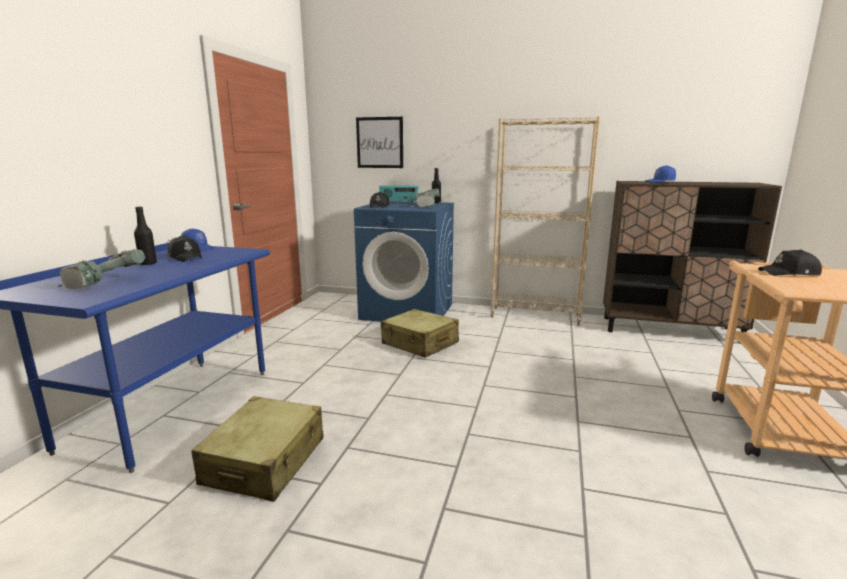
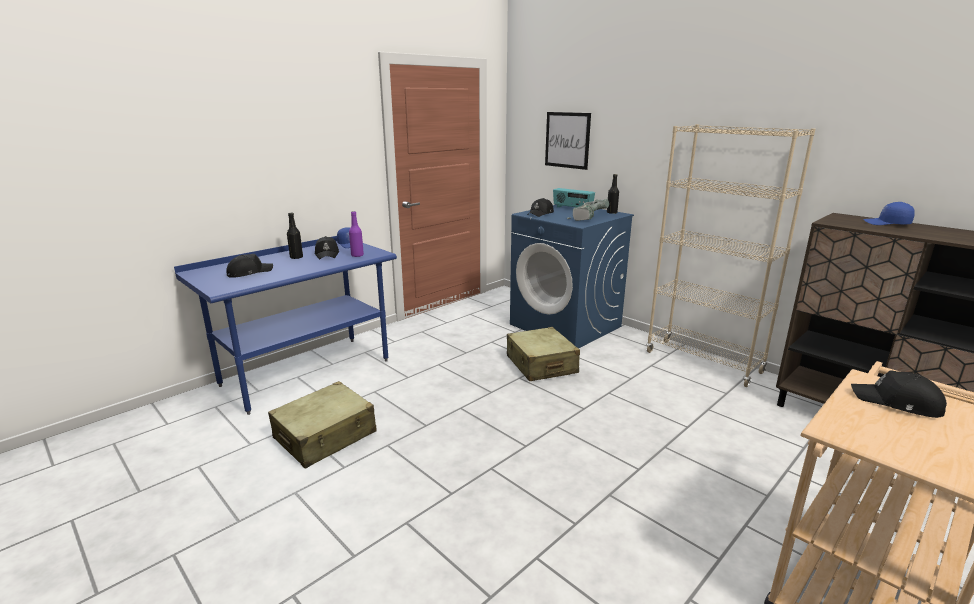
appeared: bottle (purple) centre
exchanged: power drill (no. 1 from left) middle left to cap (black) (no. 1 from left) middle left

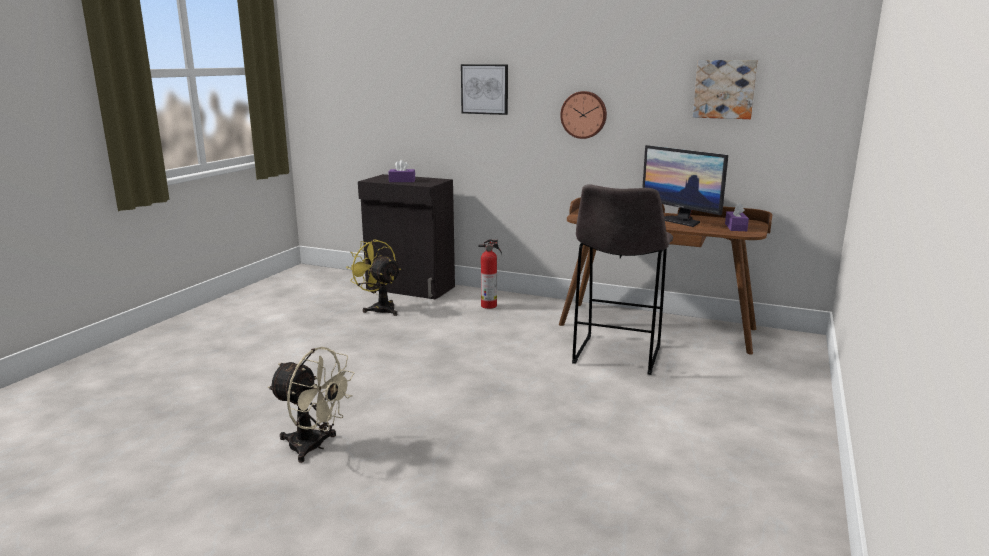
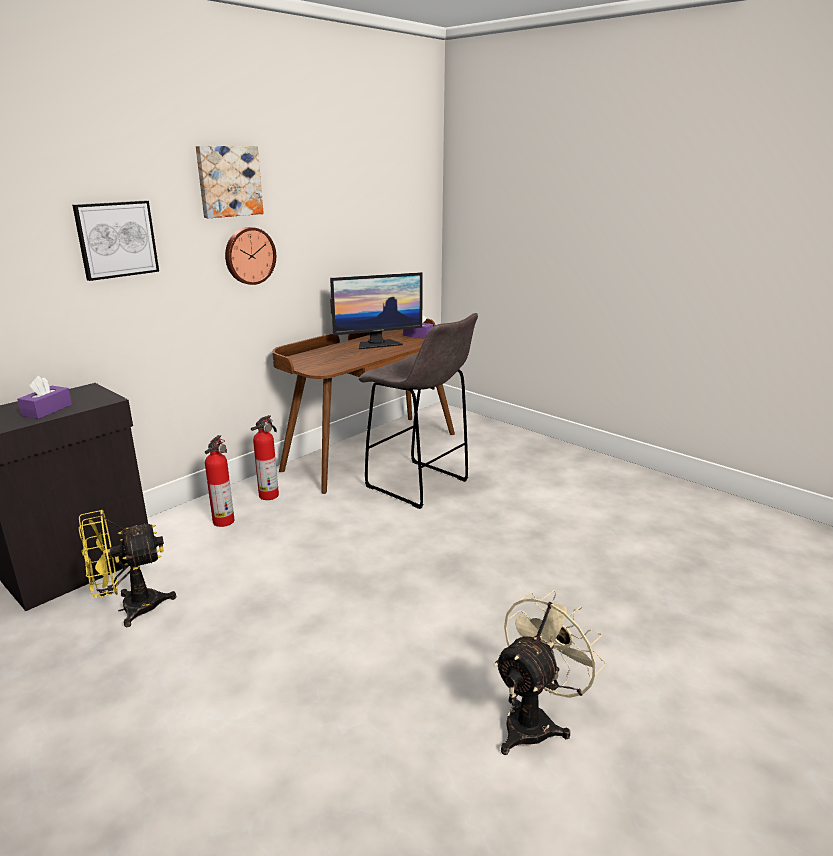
appeared: fire extinguisher (no. 2 from left) middle left
relocated: picture (no. 2 from left) top right to top left

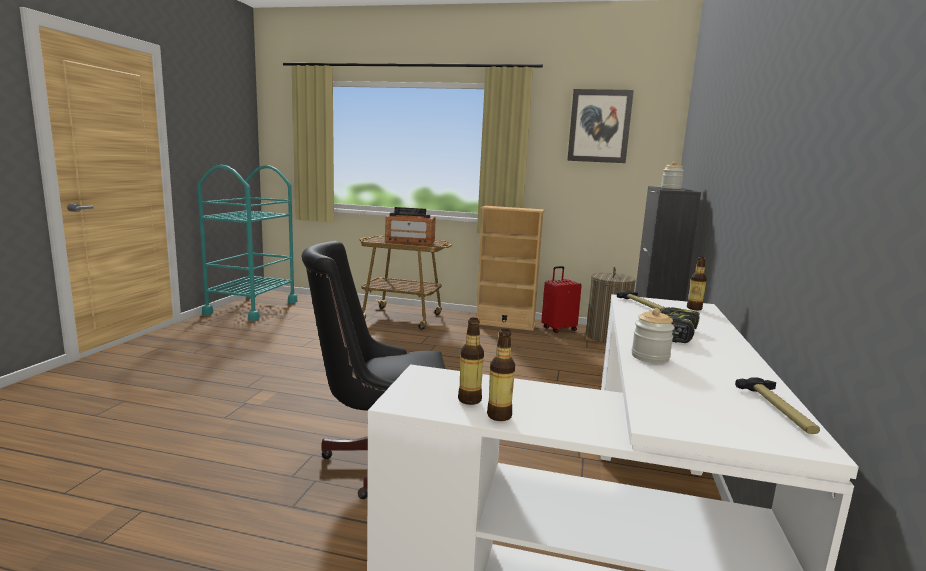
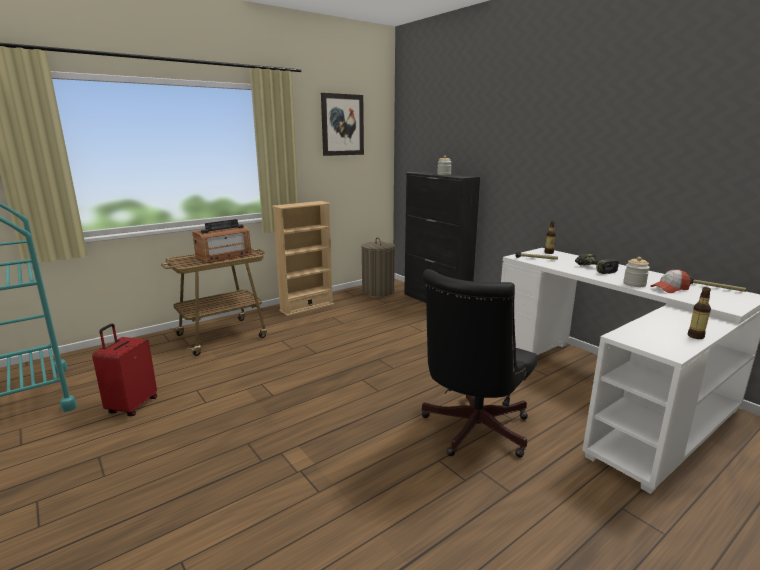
missing: bottle (no. 1 from left) centre
appeared: cap middle right
relocated: suitcase (red) centre to middle left

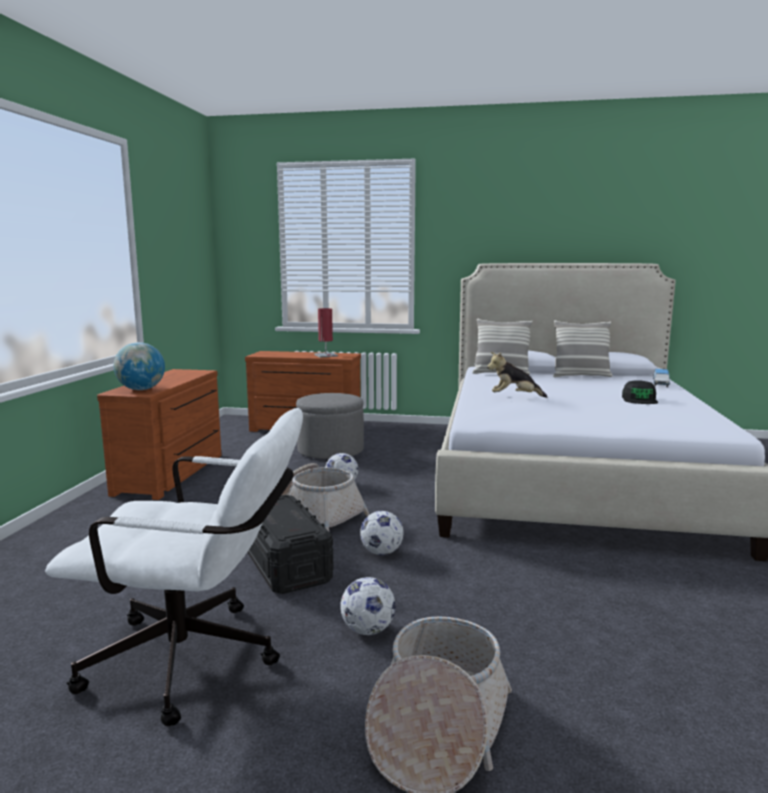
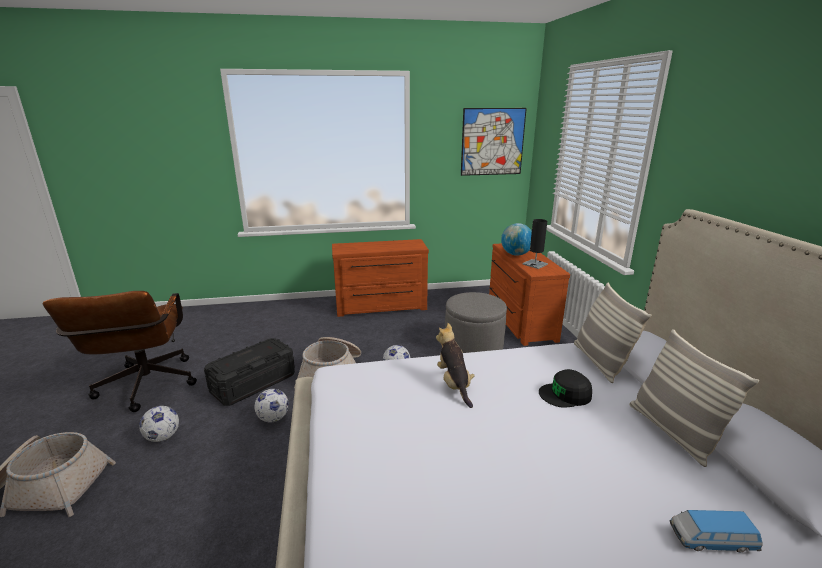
appeared: picture top centre
relocated: globe middle left to centre; cap (black) middle right to bottom right
colour: office chair (white) bottom left to office chair (brown) middle left; table lamp (red) centre to table lamp (black) centre

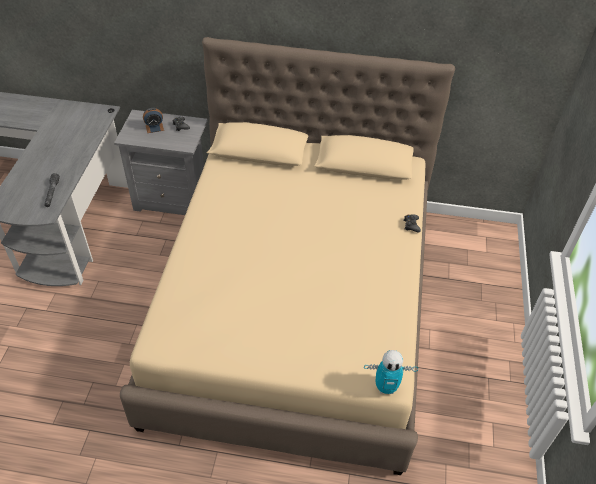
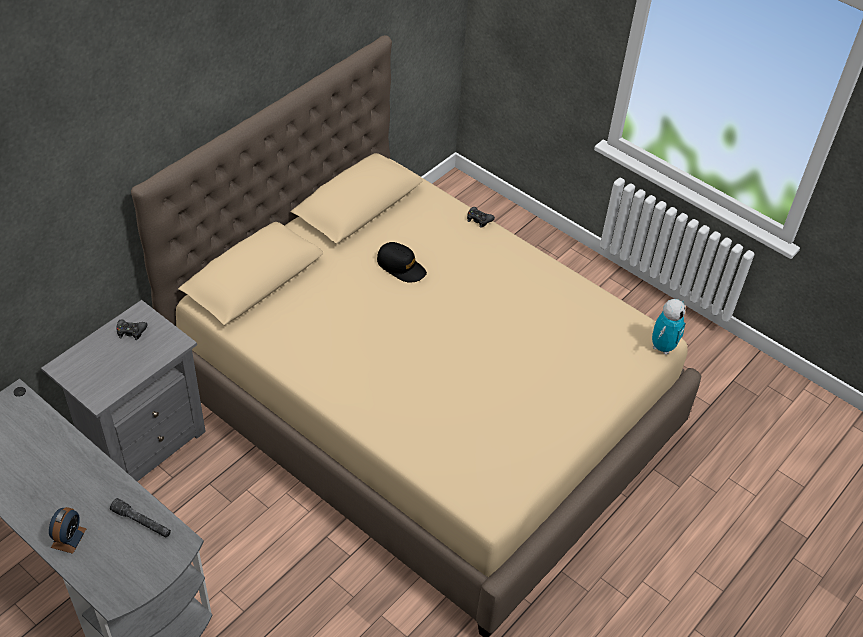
appeared: cap (black) centre
relocated: alarm clock top left to bottom left

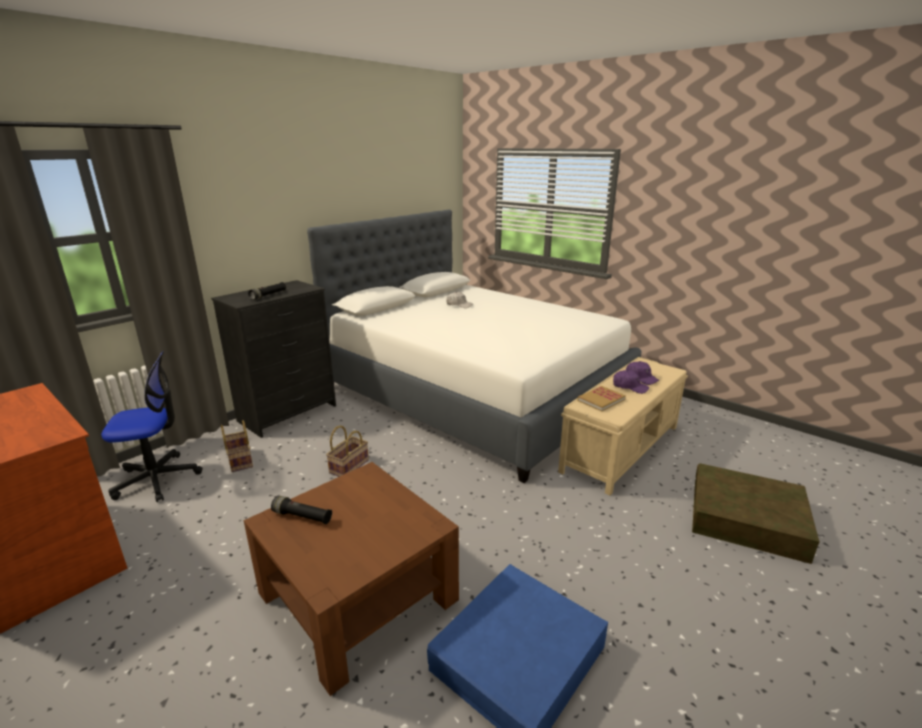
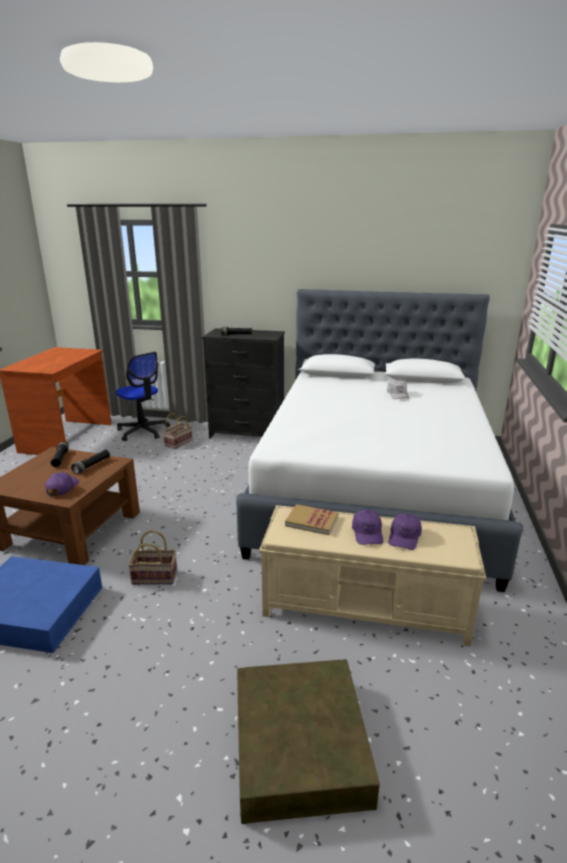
appeared: cap (purple) (no. 1 from left) middle left; flashlight (black) (no. 2 from left) middle left
relocated: basket (no. 2 from left in the first image) centre to basket (no. 1 from left) middle left

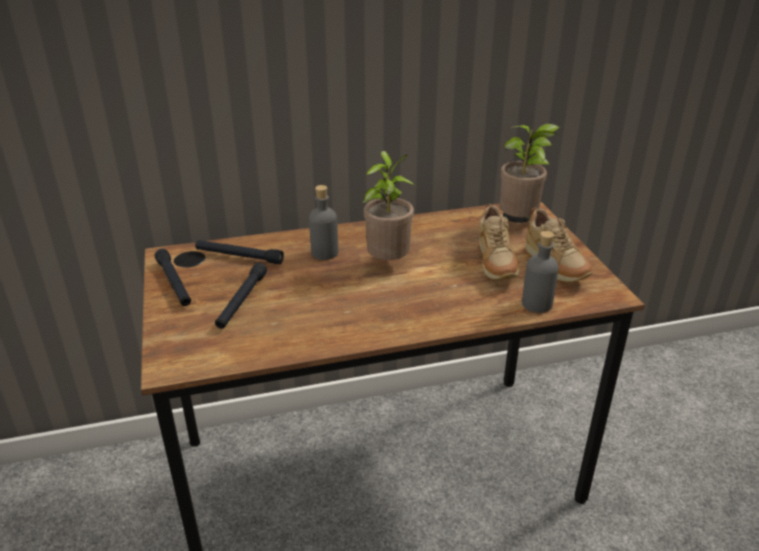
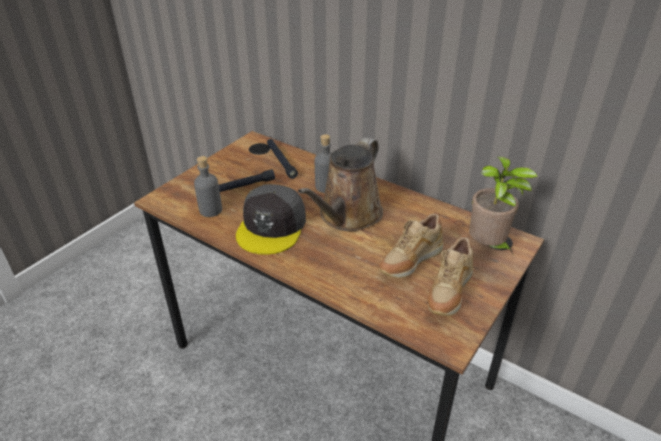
missing: flashlight (black) (no. 1 from left) middle left
appeared: cap (grey) centre
relocated: bottle (grey) (no. 2 from left in the first image) middle right to bottle (grey) (no. 1 from left) middle left
exchanged: potted plant (no. 1 from left) centre to watering can (brown) centre

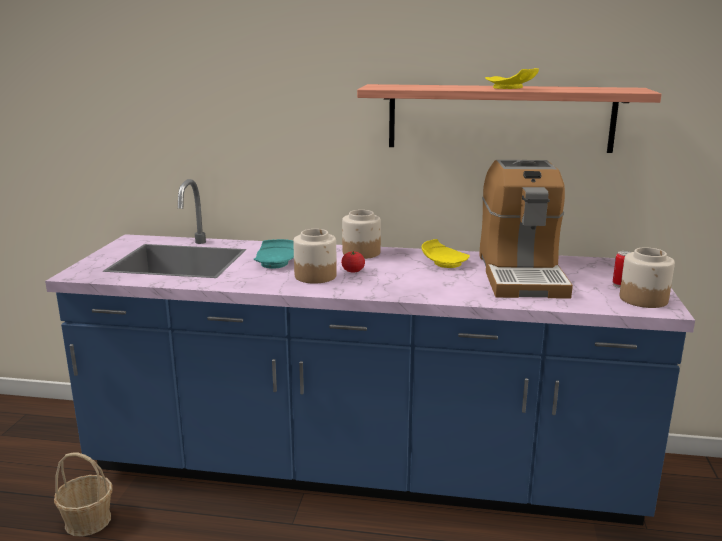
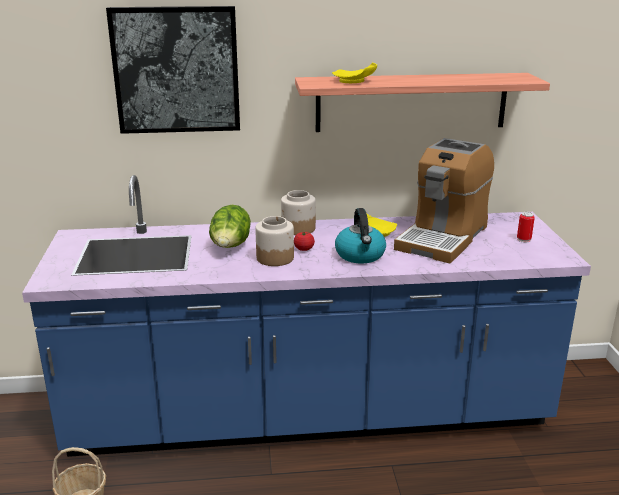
missing: jar (no. 3 from left) middle right
appeared: picture top left; kettle centre
relocated: plate (yellow) (no. 2 from left in the first image) top right to plate (yellow) (no. 1 from left) top centre
exchanged: plate (turquoise) centre to lettuce centre
spun: coffee machine middle right = middle right 45 degrees clockwise

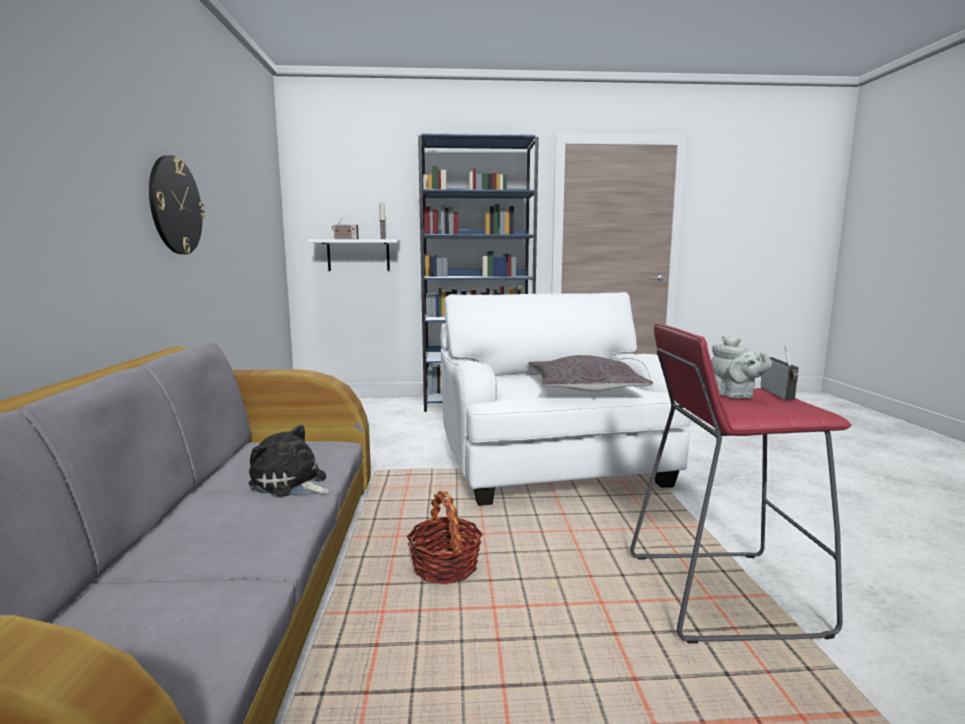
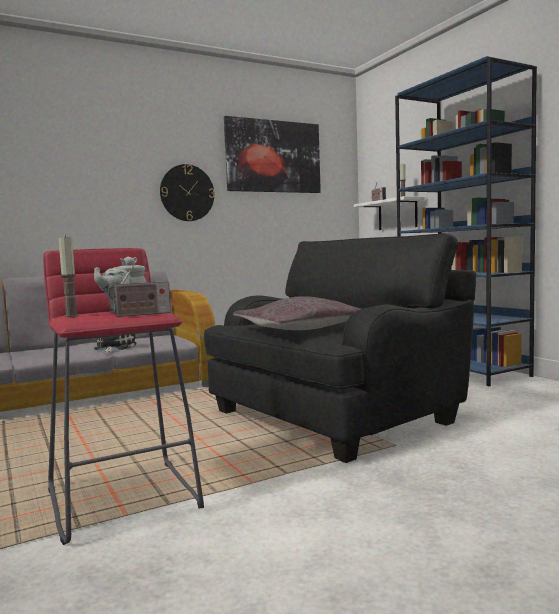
missing: basket bottom centre
appeared: candle (no. 1 from left) middle left; picture top centre
colour: armchair (white) centre to armchair (black) centre

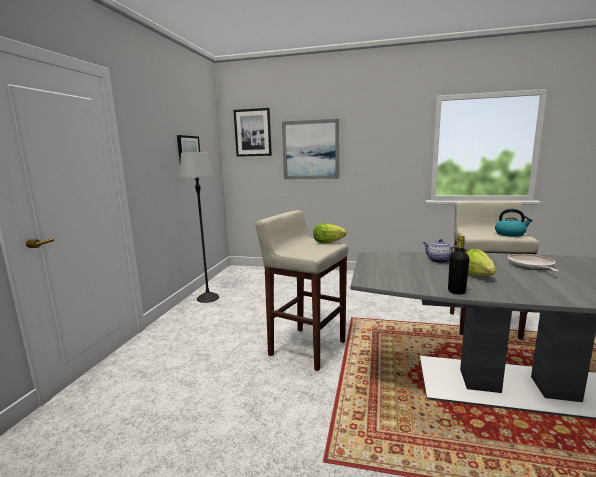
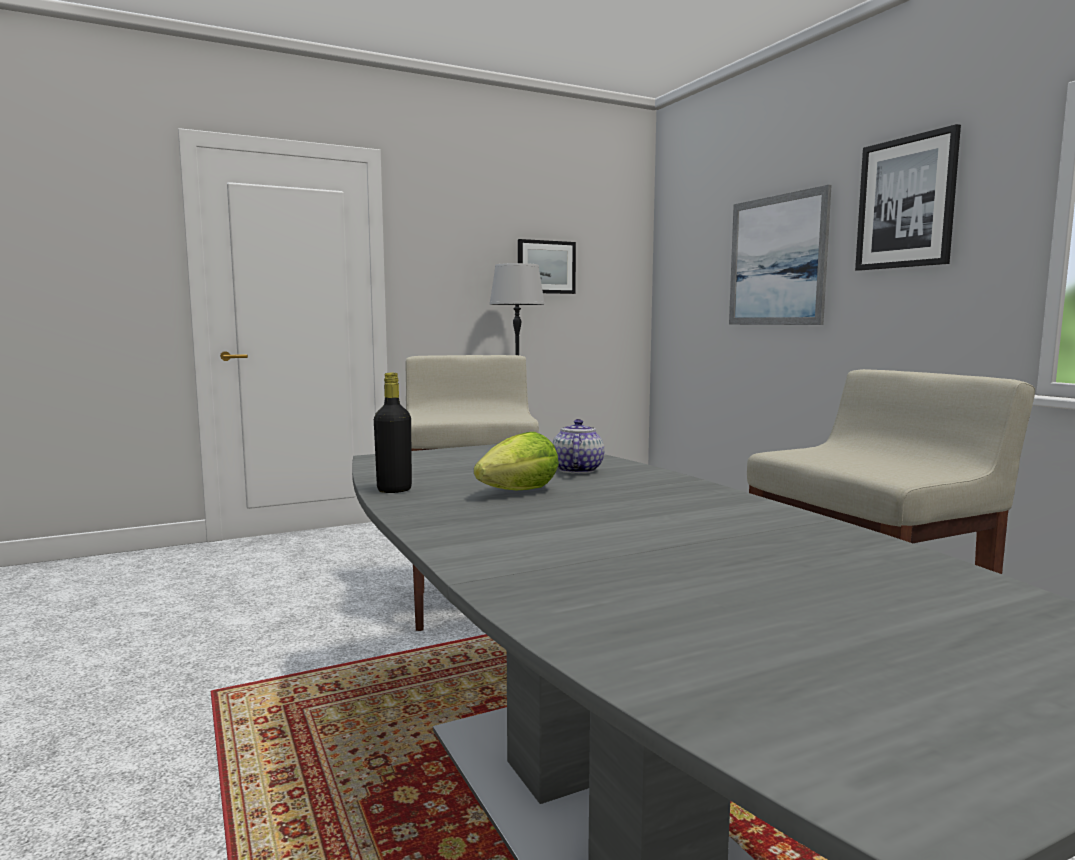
missing: lettuce (no. 1 from left) centre; kettle middle right; frying pan middle right
relocated: picture (no. 2 from left in the first image) top centre to picture (no. 3 from left) top right

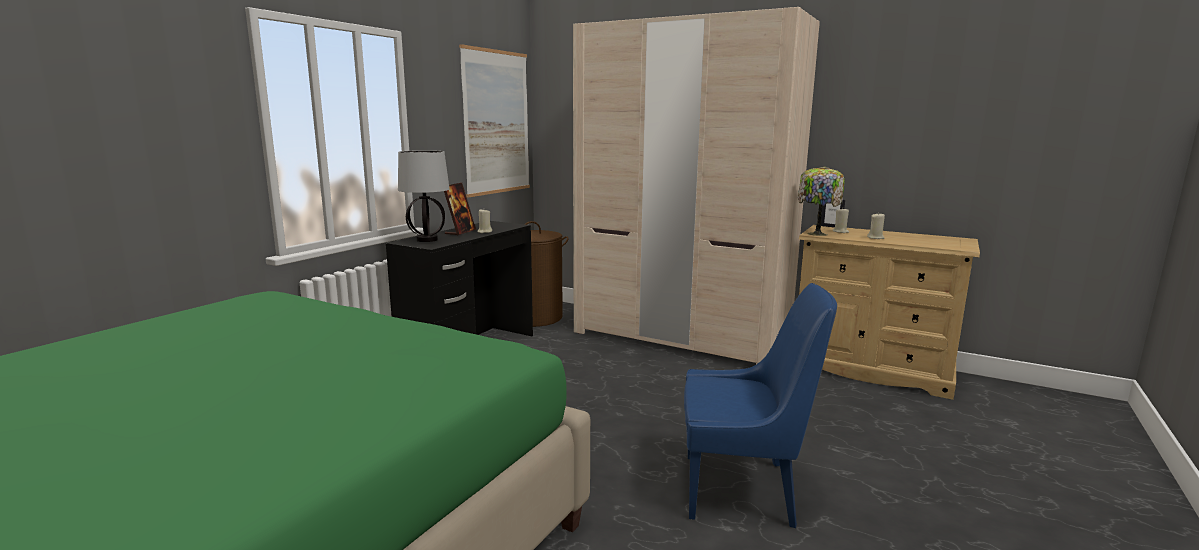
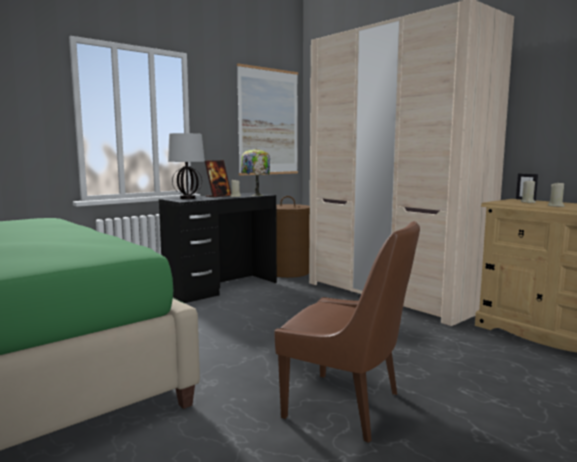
relocated: table lamp (no. 2 from left) middle right to centre
colour: chair (blue) bottom centre to chair (brown) bottom centre

